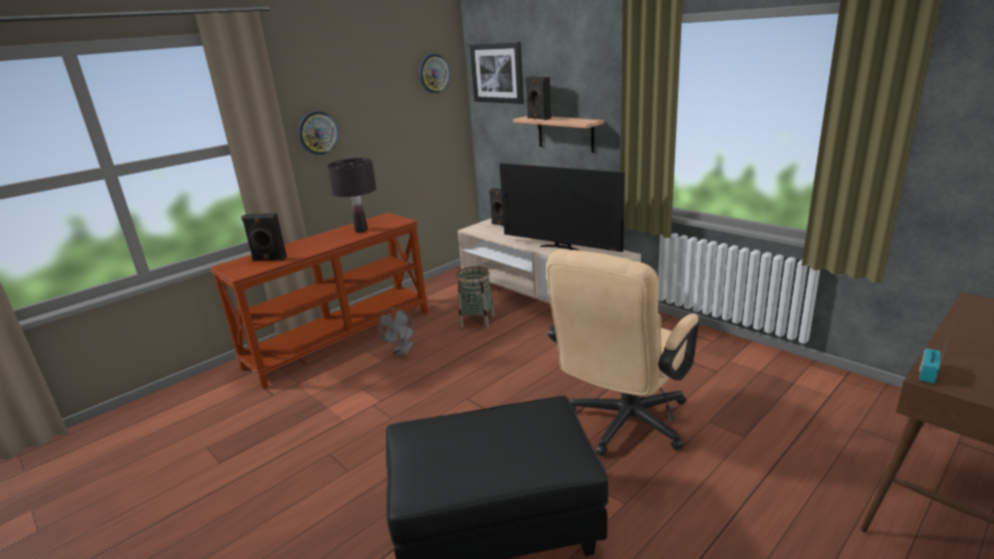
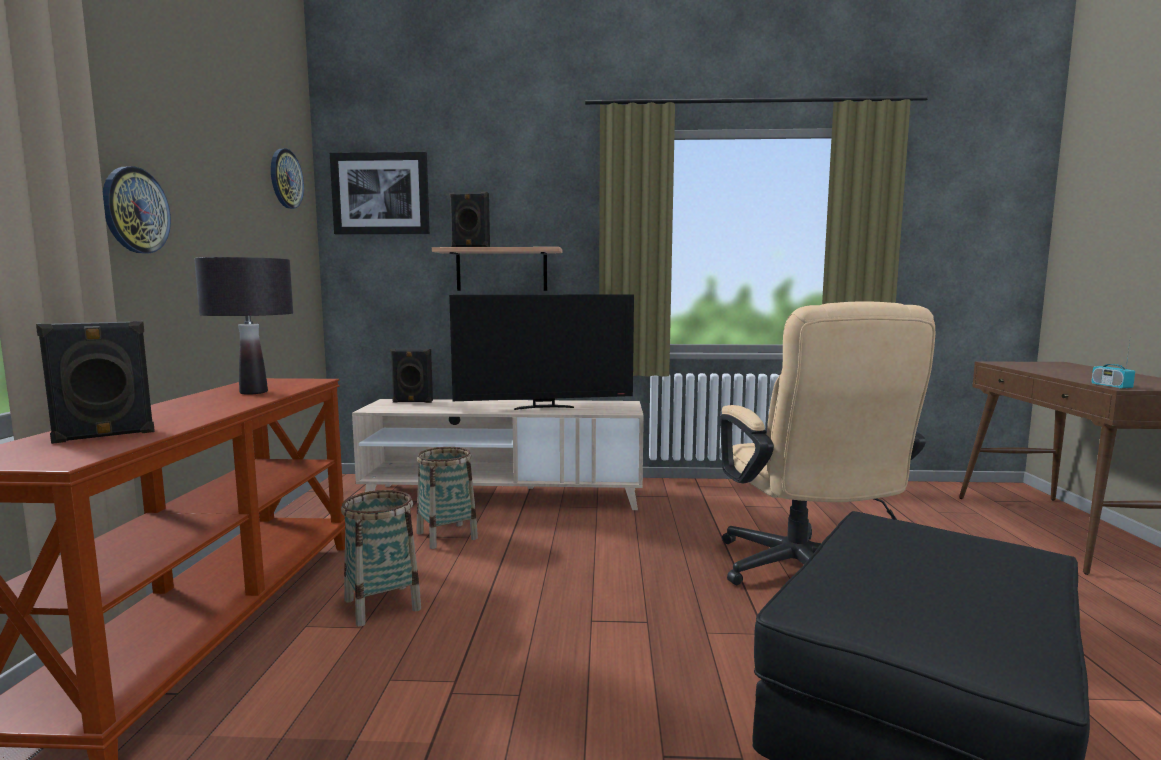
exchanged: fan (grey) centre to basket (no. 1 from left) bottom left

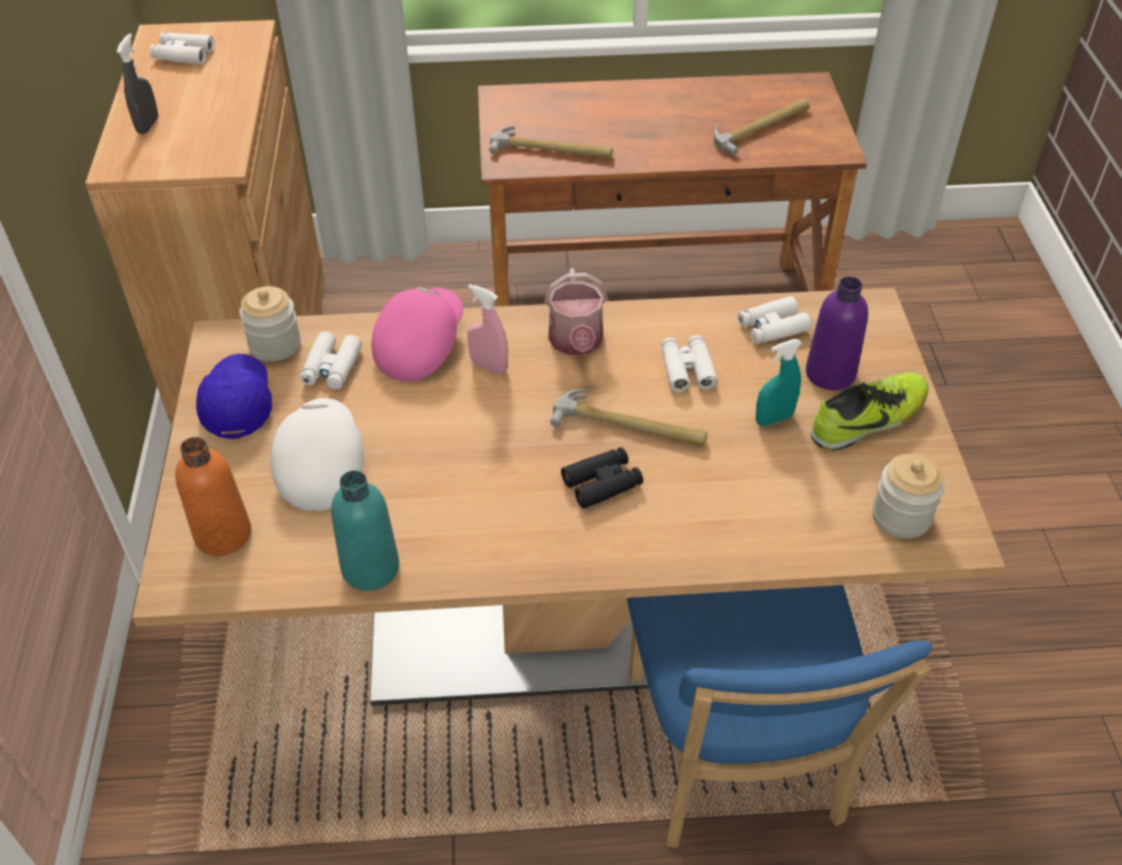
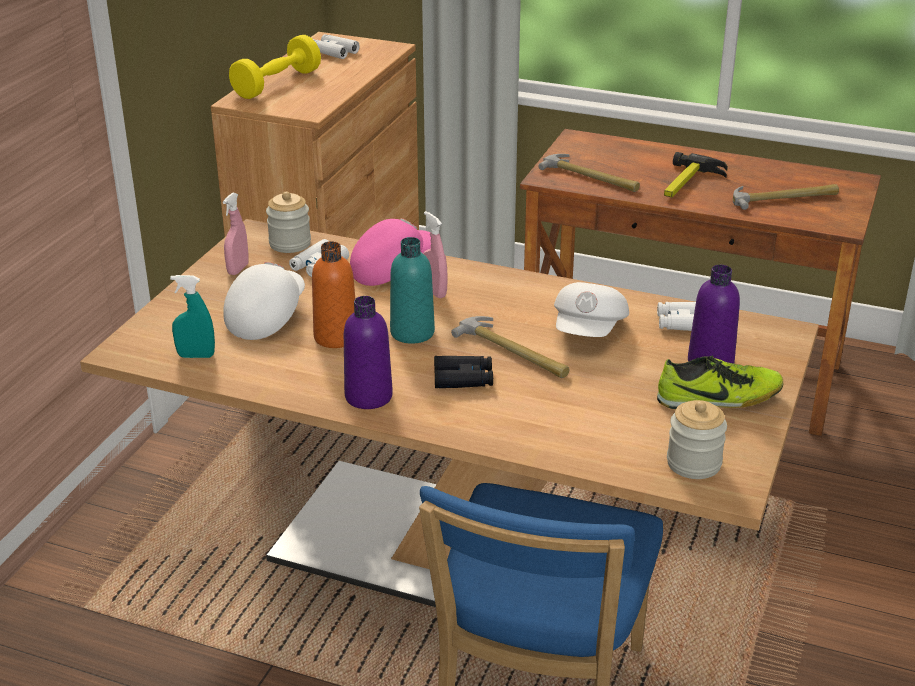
missing: watering can centre
appeared: bottle (purple) (no. 1 from left) centre; hammer (no. 3 from left) top right
relocated: spray bottle (turquoise) middle right to middle left; bottle (orange) middle left to centre; bottle (turquoise) middle left to centre
exchanged: cap (blue) middle left to spray bottle (pink) (no. 1 from left) middle left; spray bottle (grey) top left to dumbbell (yellow) top left; binoculars (white) (no. 3 from left) centre to cap (white) (no. 2 from left) centre

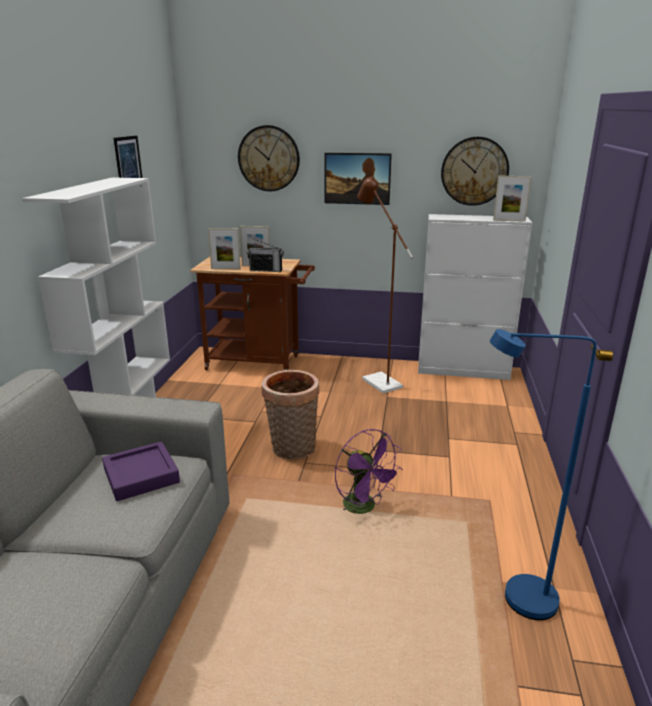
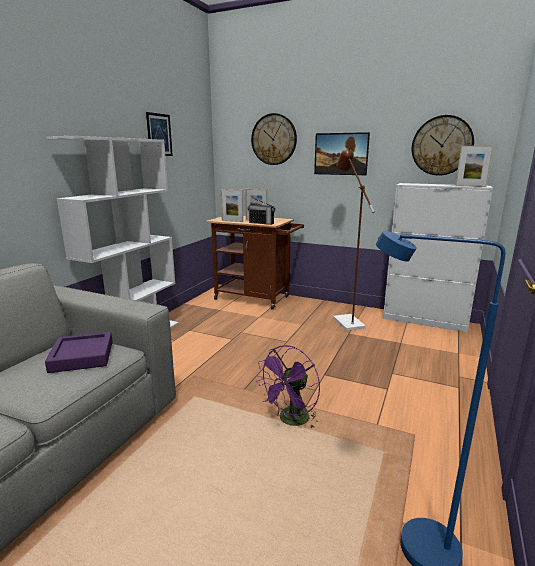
missing: basket centre
spun: fan (purple) bottom centre = bottom centre 60 degrees clockwise

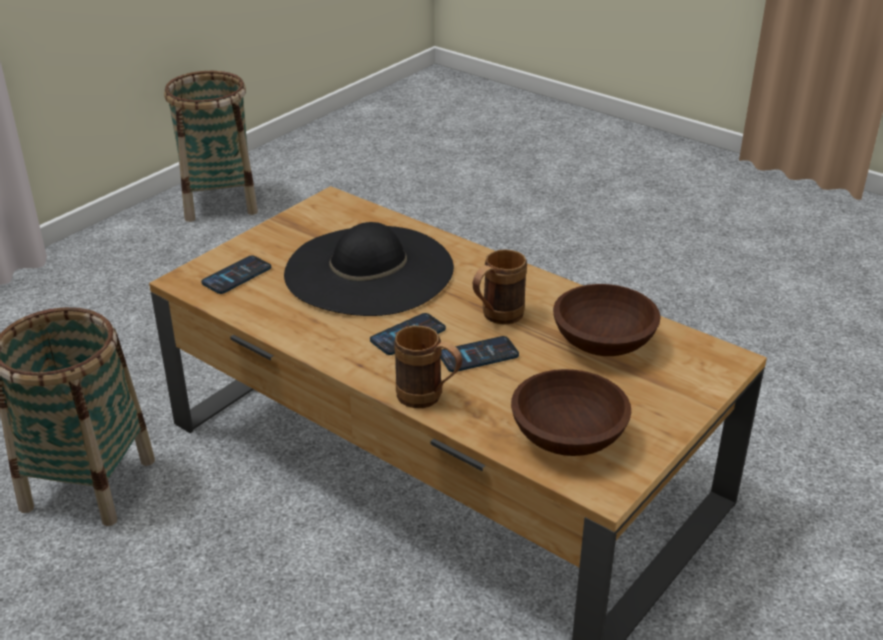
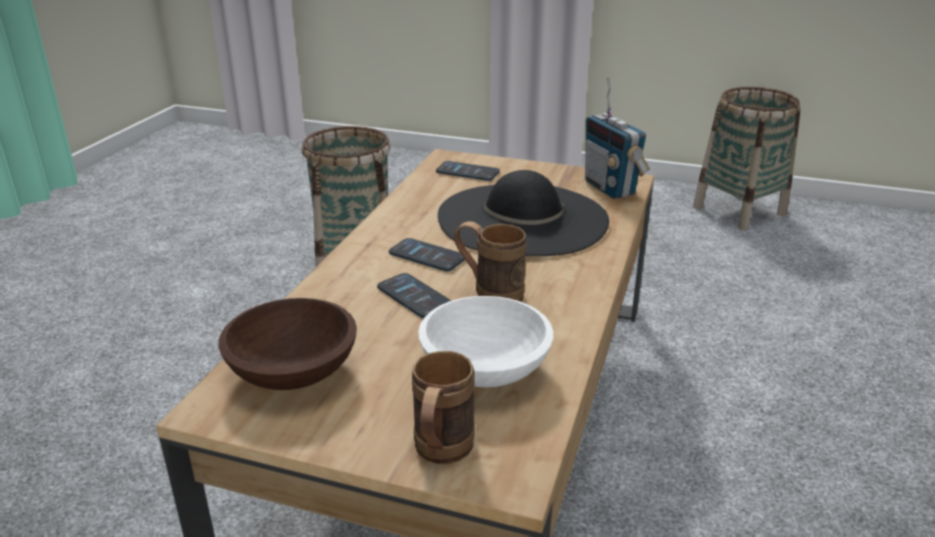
appeared: radio top centre
relocated: mug (brown) (no. 1 from left) centre to bottom centre
colour: bowl (brown) (no. 2 from left) middle right to bowl (white) centre

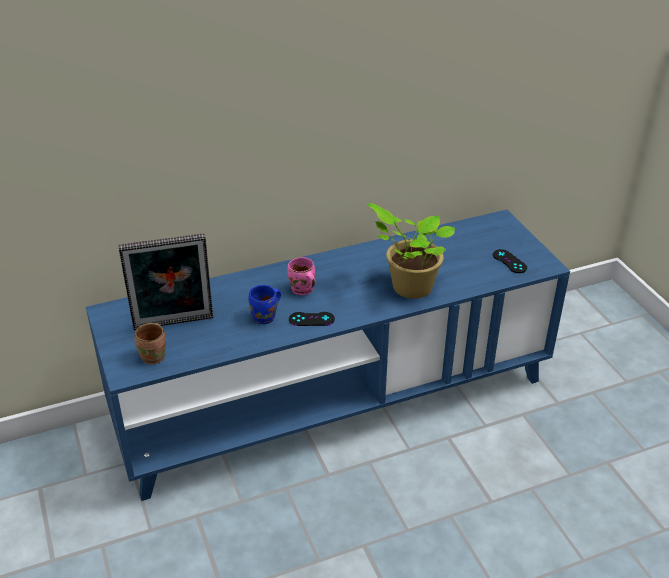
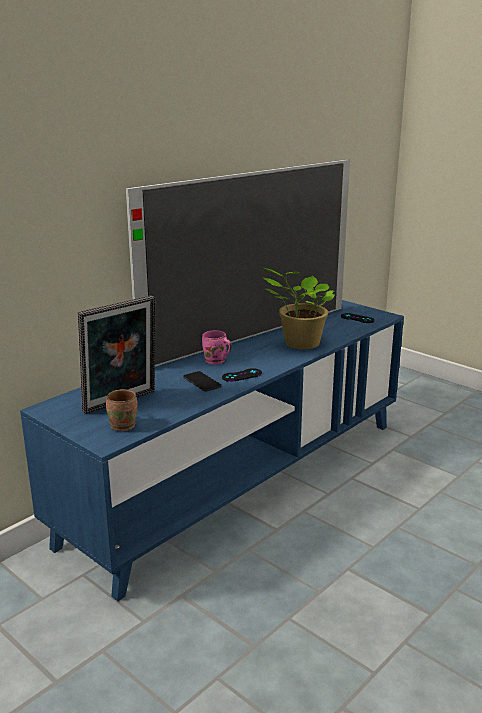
appeared: television centre
exchanged: mug (blue) centre to phone centre

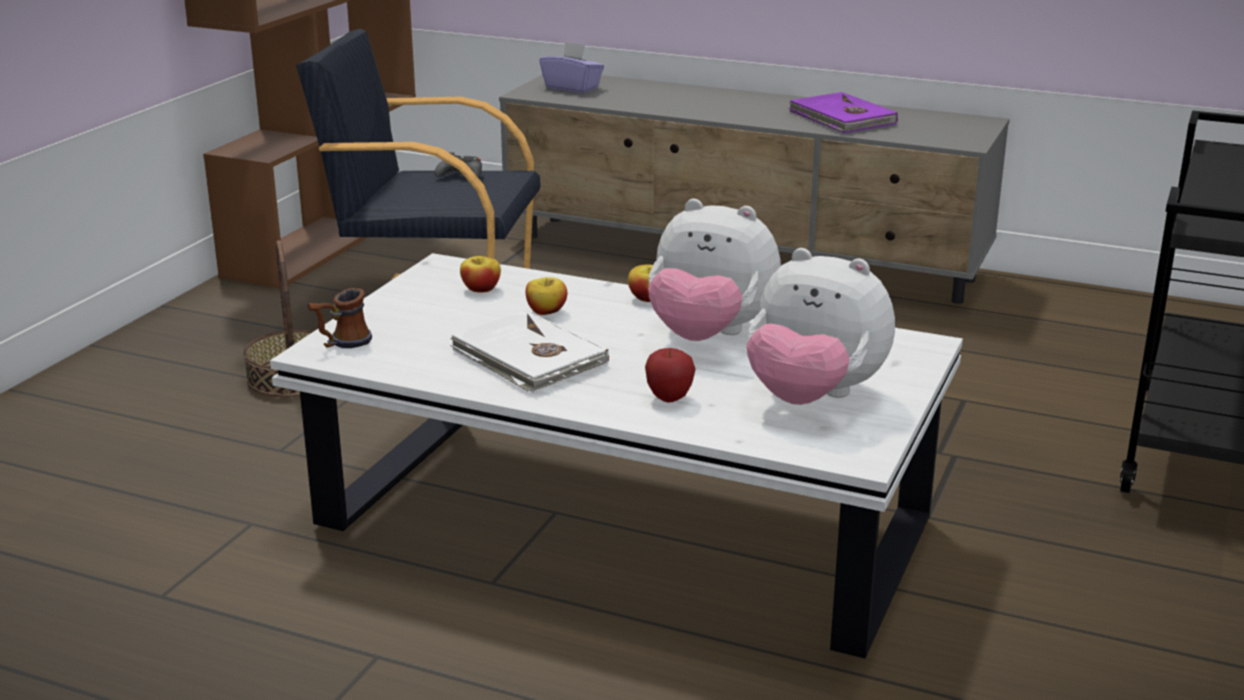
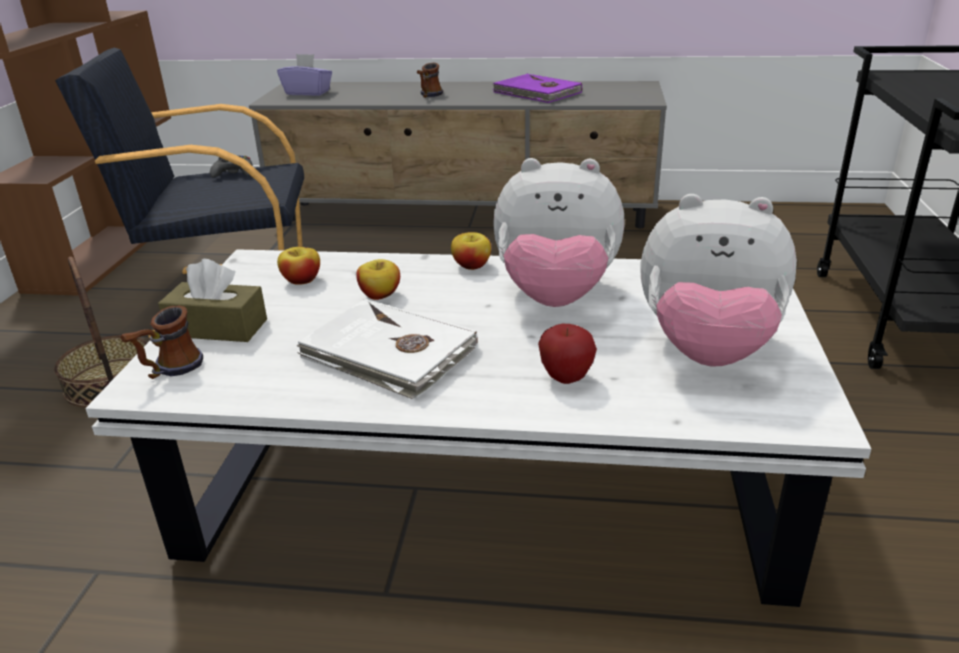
appeared: tissue box (brown) middle left; mug (no. 2 from left) top centre

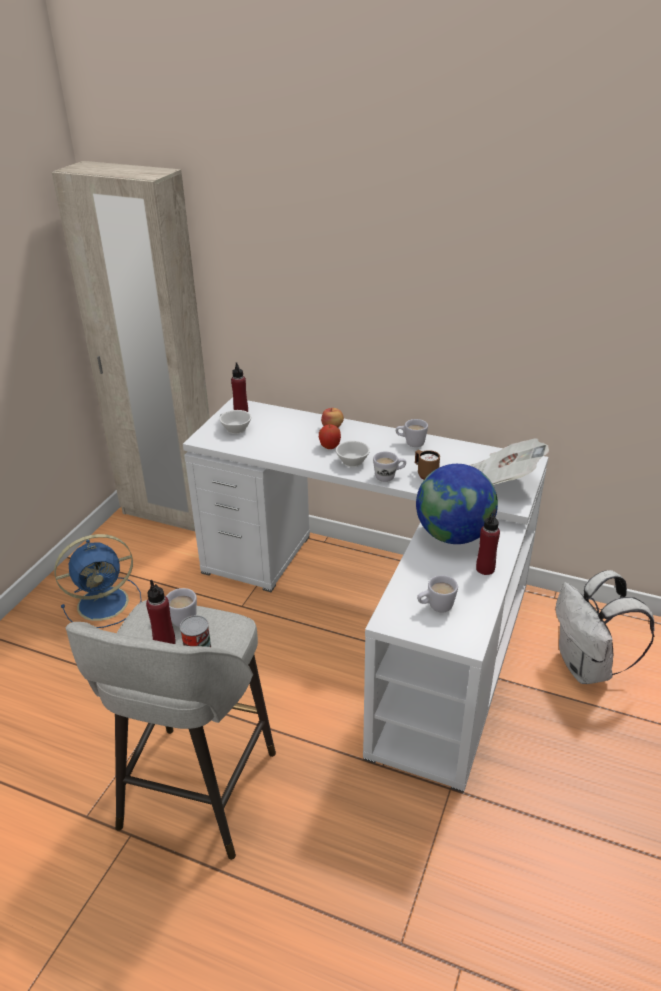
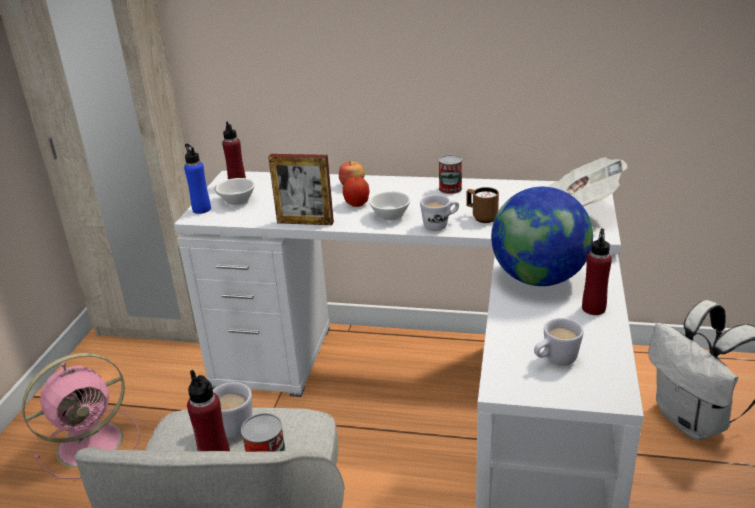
appeared: bottle (blue) middle left; picture frame centre
exchanged: mug (white) (no. 3 from left) centre to can (no. 2 from left) centre
colour: fan (blue) middle left to fan (pink) bottom left

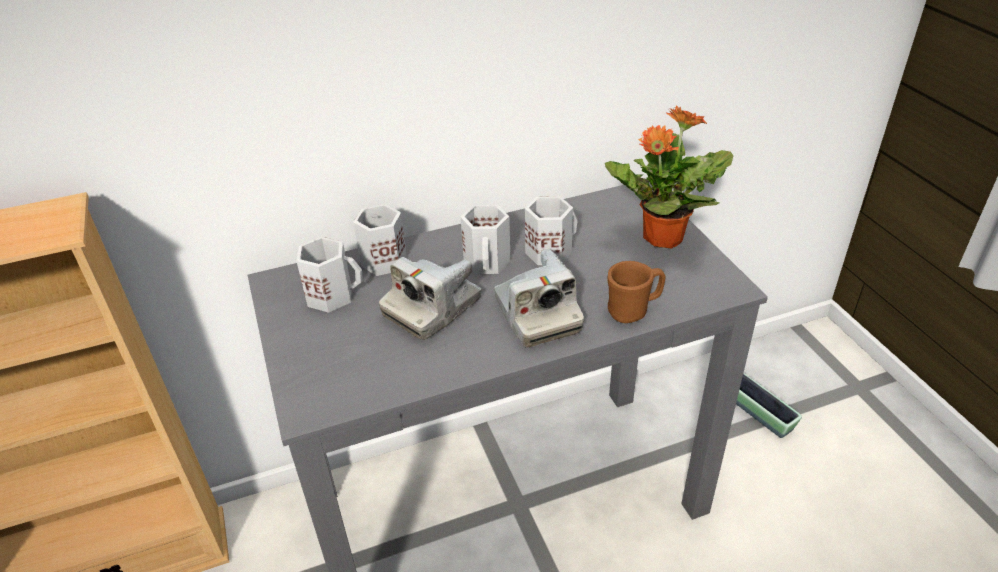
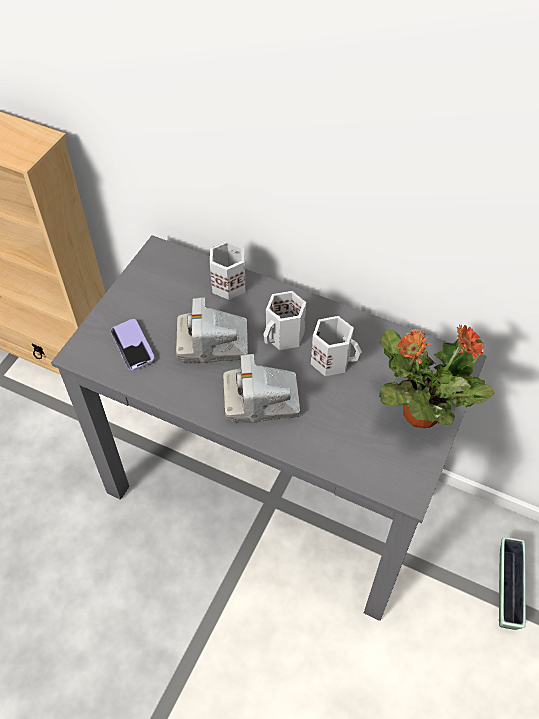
missing: mug (white) (no. 1 from left) middle left; mug (brown) centre
appeared: phone middle left
spun: photo camera (no. 2 from left) centre = centre 60 degrees clockwise

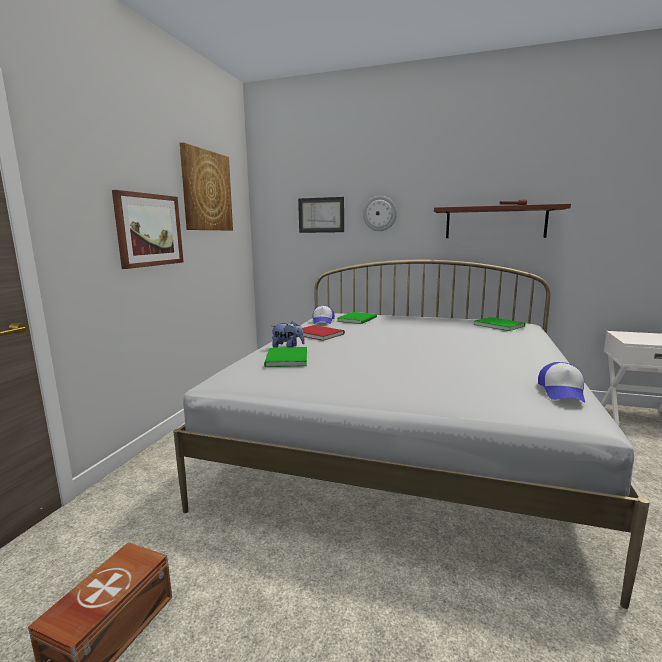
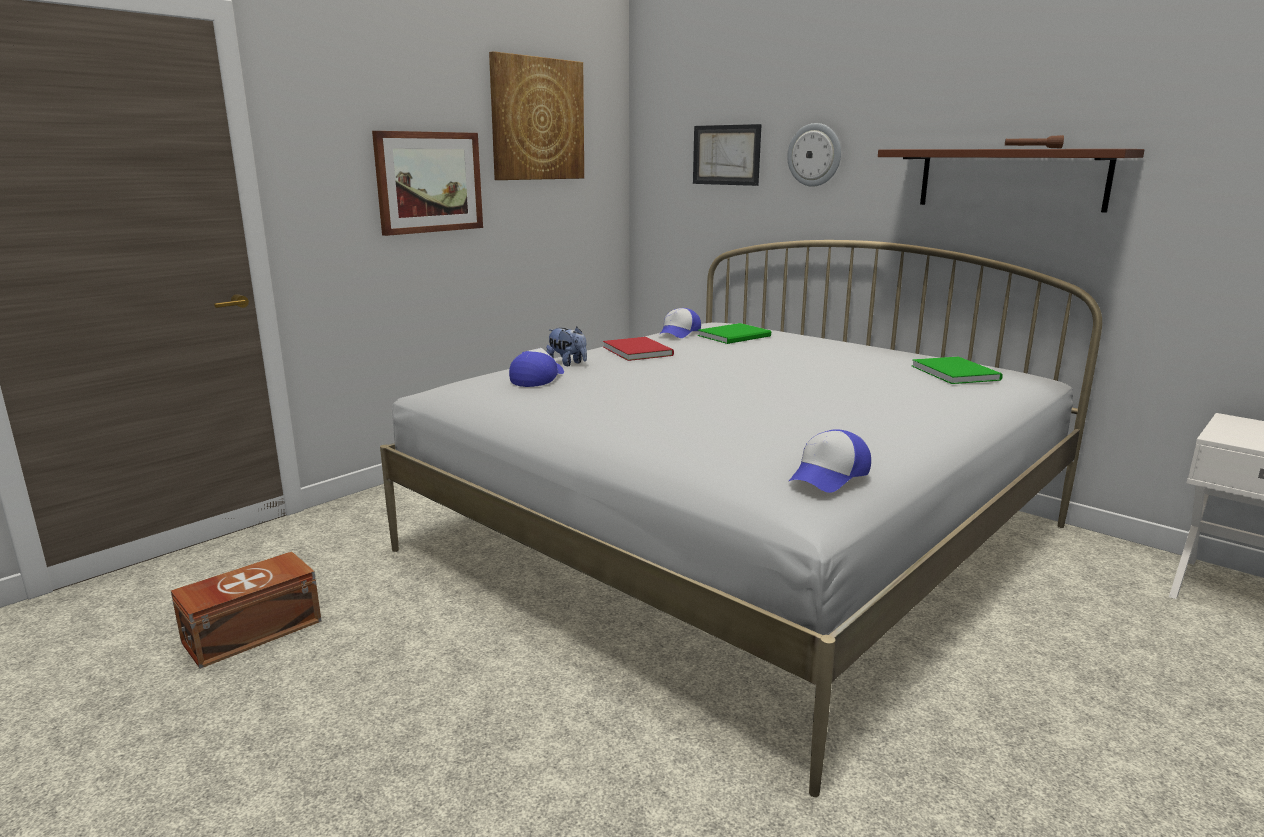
exchanged: book (green) (no. 1 from left) centre to cap (no. 1 from left) centre

